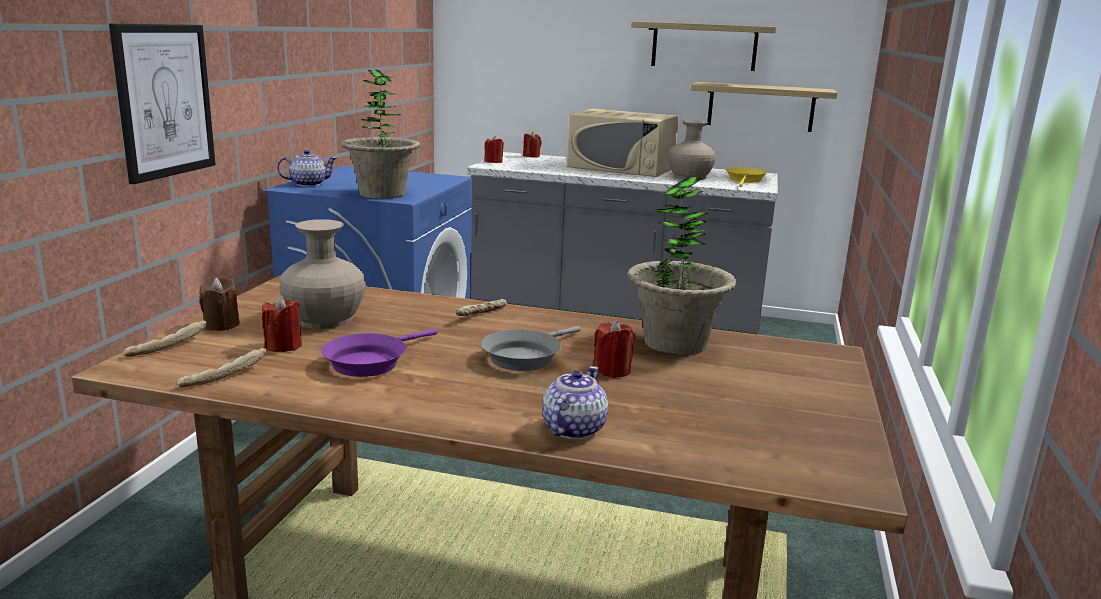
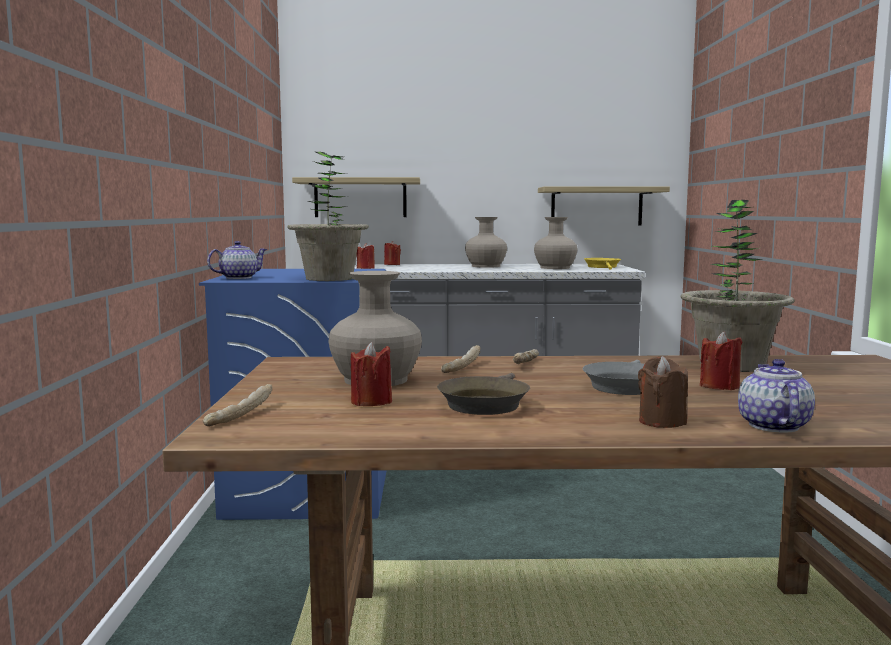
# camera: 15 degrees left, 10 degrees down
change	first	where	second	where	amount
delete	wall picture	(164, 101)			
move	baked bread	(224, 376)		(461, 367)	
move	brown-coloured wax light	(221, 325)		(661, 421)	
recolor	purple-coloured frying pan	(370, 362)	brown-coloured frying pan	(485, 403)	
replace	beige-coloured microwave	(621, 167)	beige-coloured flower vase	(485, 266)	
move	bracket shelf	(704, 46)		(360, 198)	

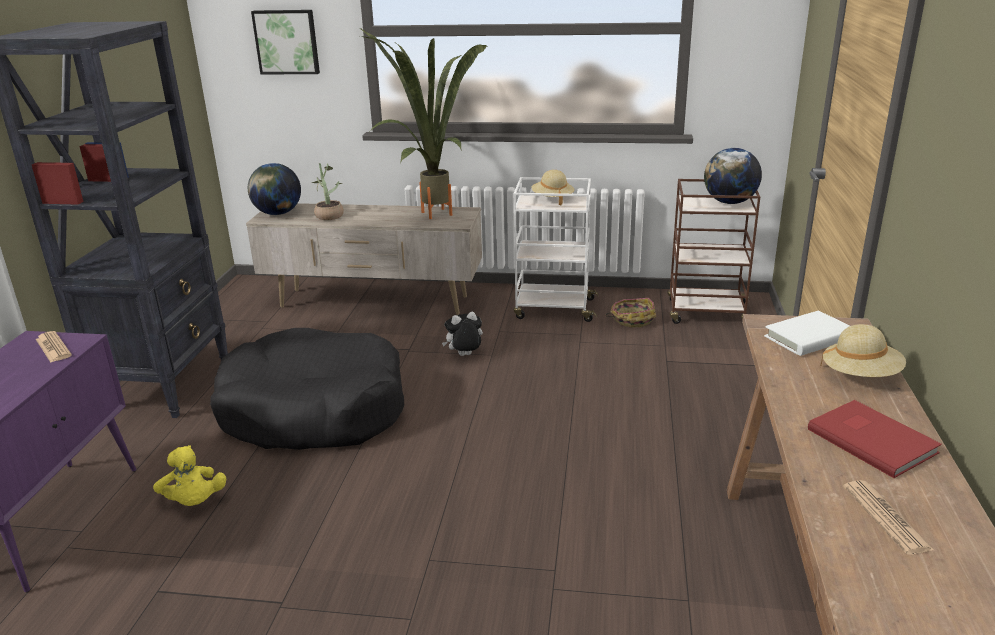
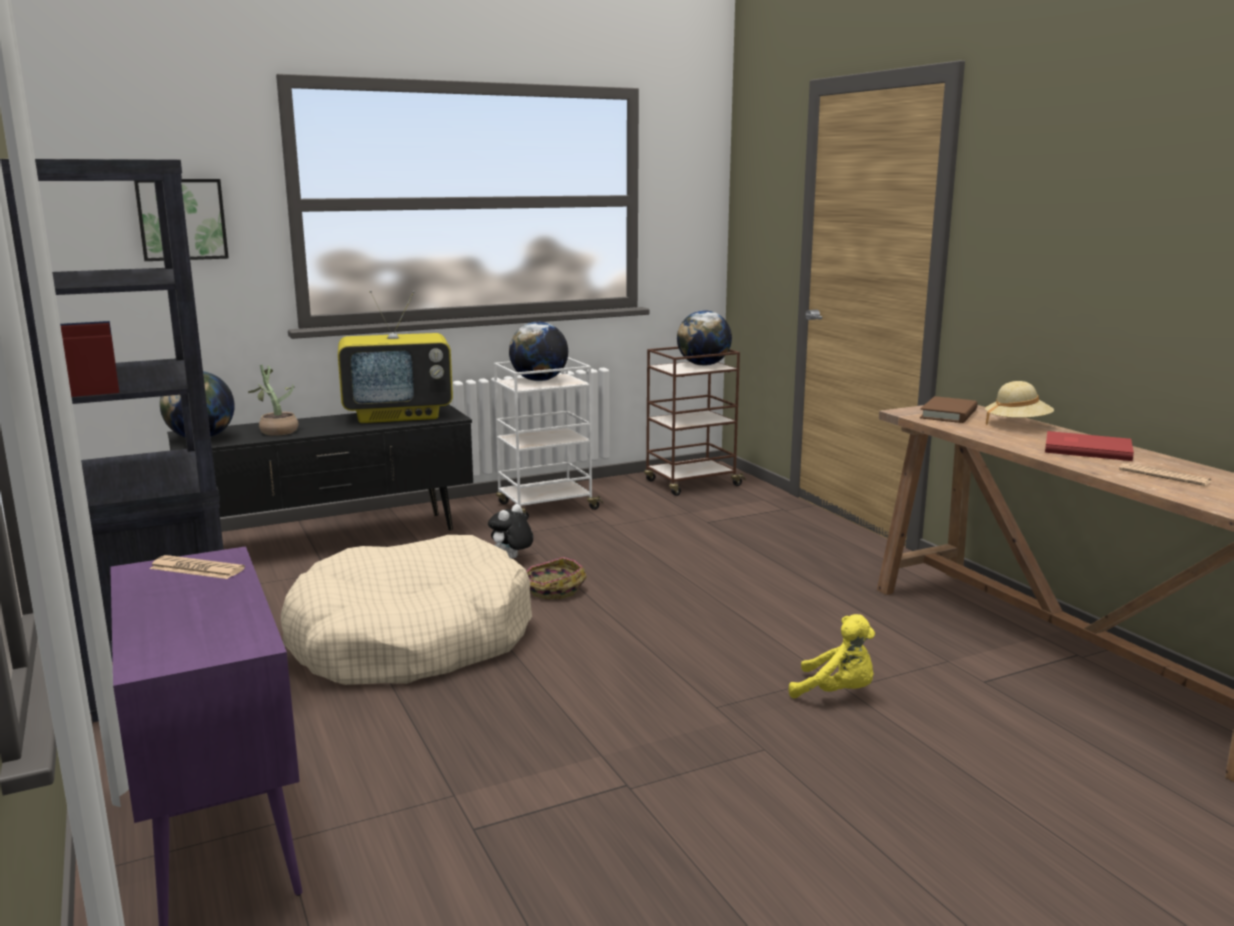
# camera: 35 degrees left, 10 degrees down
change	first	where	second	where	amount
move	yellowish plush toy	(194, 502)		(837, 693)	
recolor	blackish pet bed	(313, 410)	beige-coloured pet bed	(410, 640)	
recolor	beige-coloured tv stand	(374, 302)	blackish tv stand	(332, 540)	
replace	potted plant	(426, 214)	TV set	(399, 415)	
replace	beige-coloured clothing hat	(552, 199)	globe	(539, 380)	
move	basket	(632, 319)		(552, 590)	
recolor	whitish volume	(809, 338)	brown-coloured volume	(948, 414)	

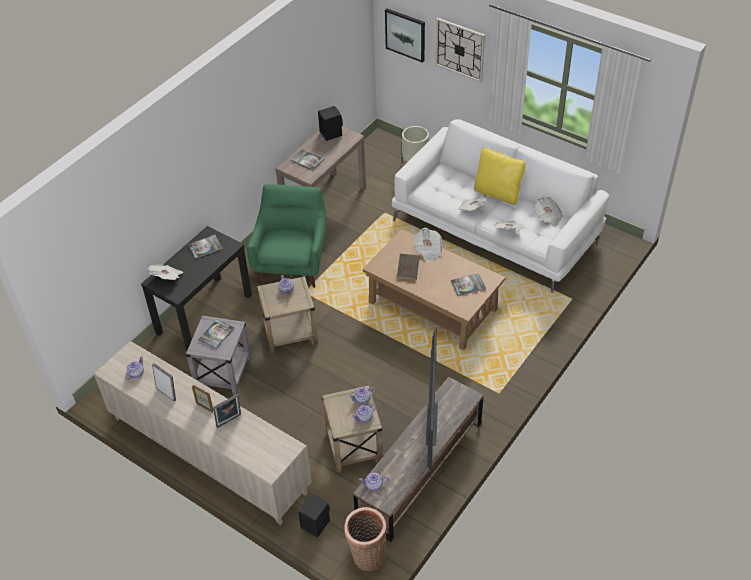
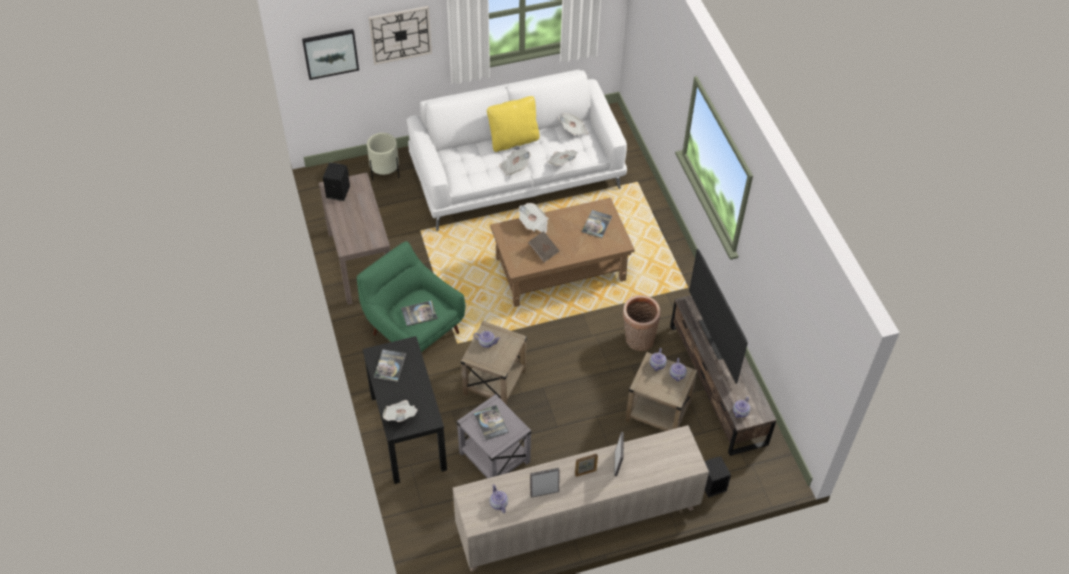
# camera: 55 degrees left, 5 degrees up
change	first	where	second	where	amount
move	volume	(307, 160)		(419, 313)	
move	basket	(367, 555)		(637, 340)	
rotate	TV set	(431, 424)		(712, 339)	150 degrees counterclockwise

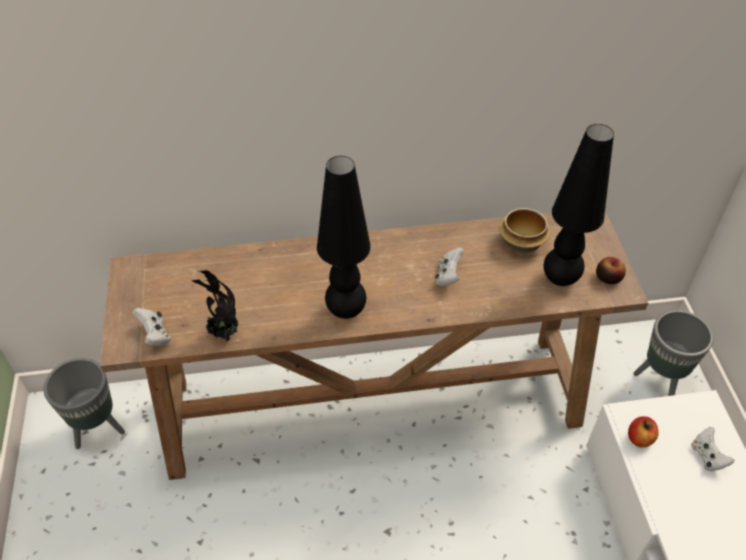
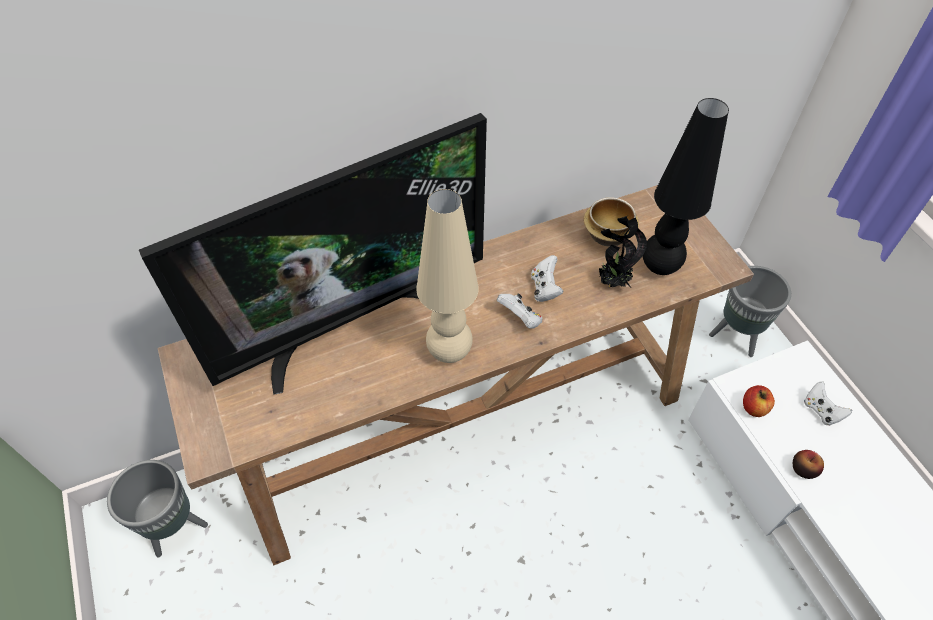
# camera: 15 degrees left, 5 degrees up
change	first	where	second	where	amount
move	whitish gamepad	(155, 335)		(520, 319)	
move	potted plant	(222, 333)		(612, 282)	
recolor	blackish lamp for a table	(346, 310)	beige-coloured lamp for a table	(449, 352)	
move	apple	(608, 277)		(803, 468)	
insert			TV set	(352, 323)	

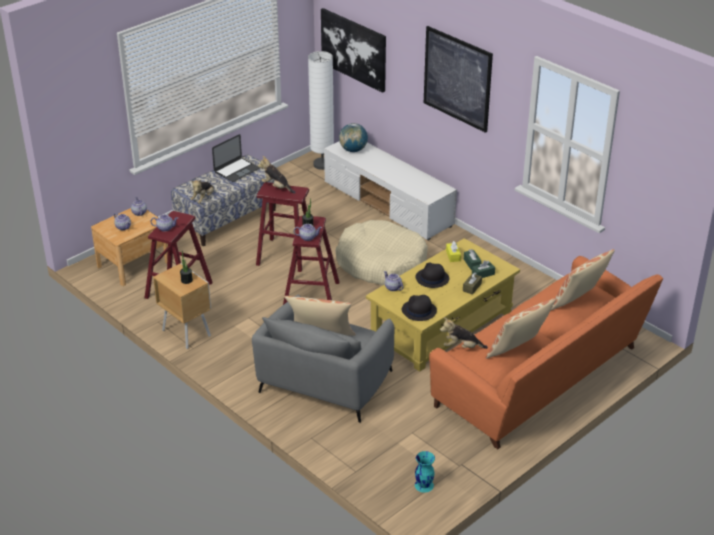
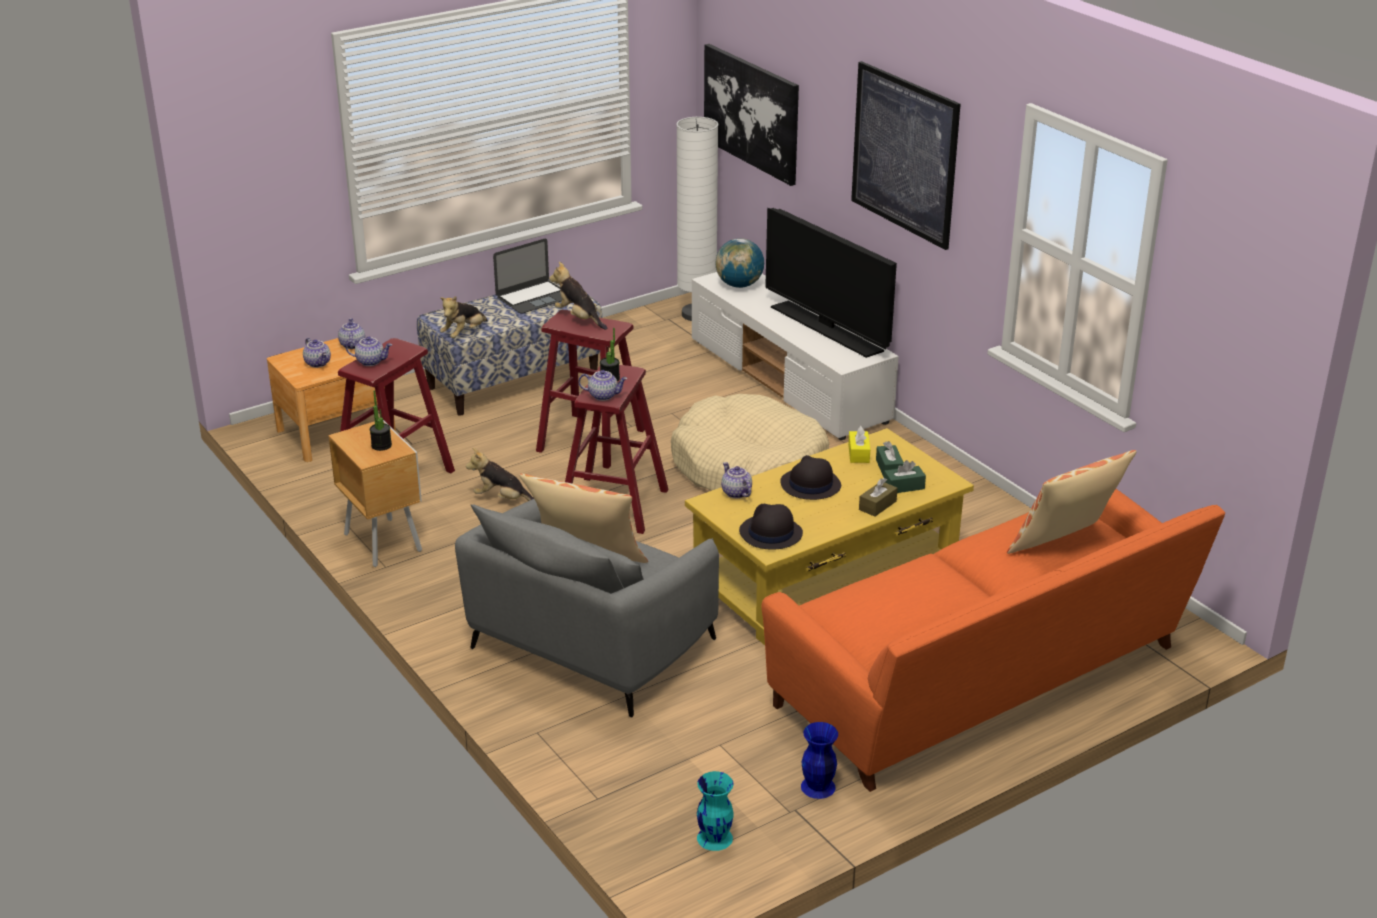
# camera: 10 degrees right, 5 degrees down
change	first	where	second	where	amount
move	plush toy	(461, 347)		(502, 499)	
delete	pillow	(518, 351)			
insert			TV set	(827, 329)	
insert			blue-coloured flower vase	(817, 787)	

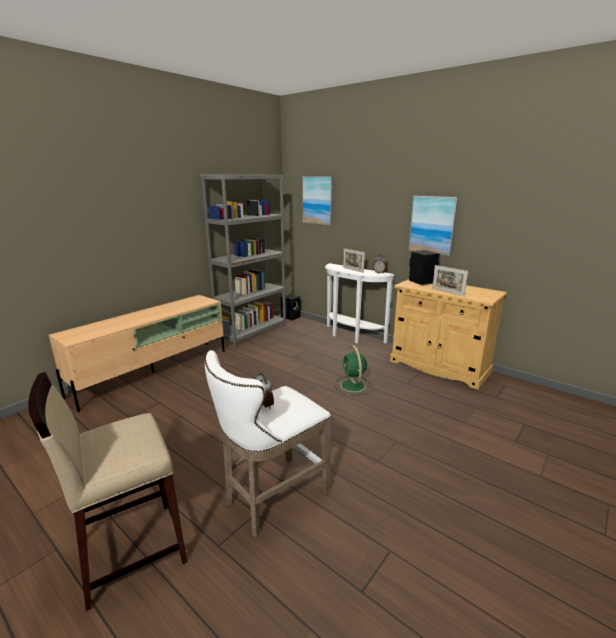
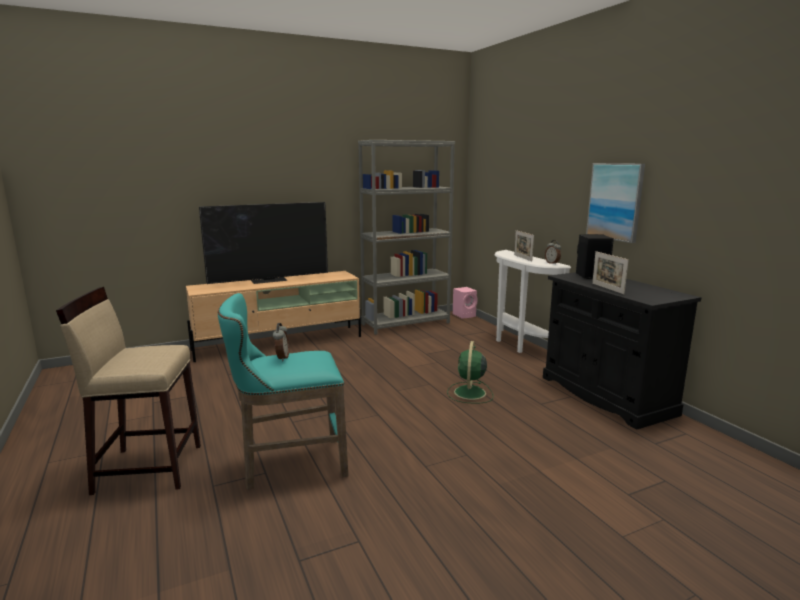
# camera: 25 degrees right, 5 degrees down
change	first	where	second	where	amount
recolor	whitish sitting stool	(271, 498)	turquoise-coloured sitting stool	(288, 466)	
recolor	blackish speaker	(291, 317)	pinkish speaker	(465, 315)	
delete	wall picture	(318, 200)			
recolor	beige-coloured cabinet	(439, 367)	blackish cabinet	(606, 395)	
insert			TV set	(269, 280)	

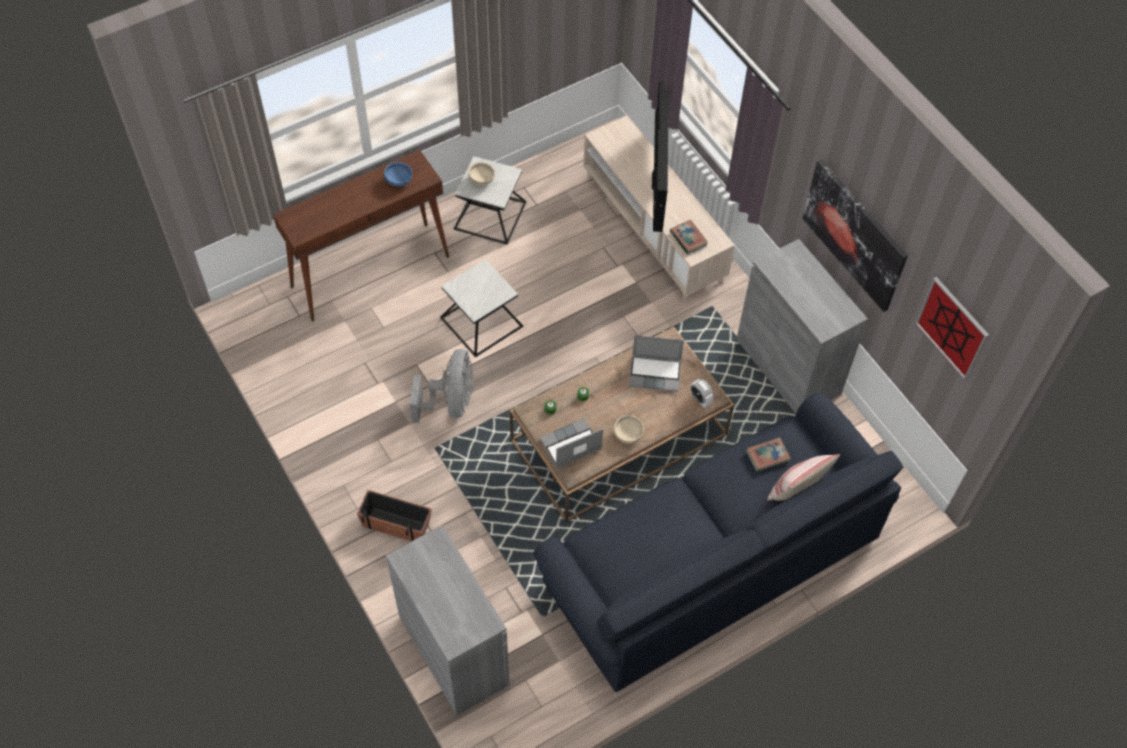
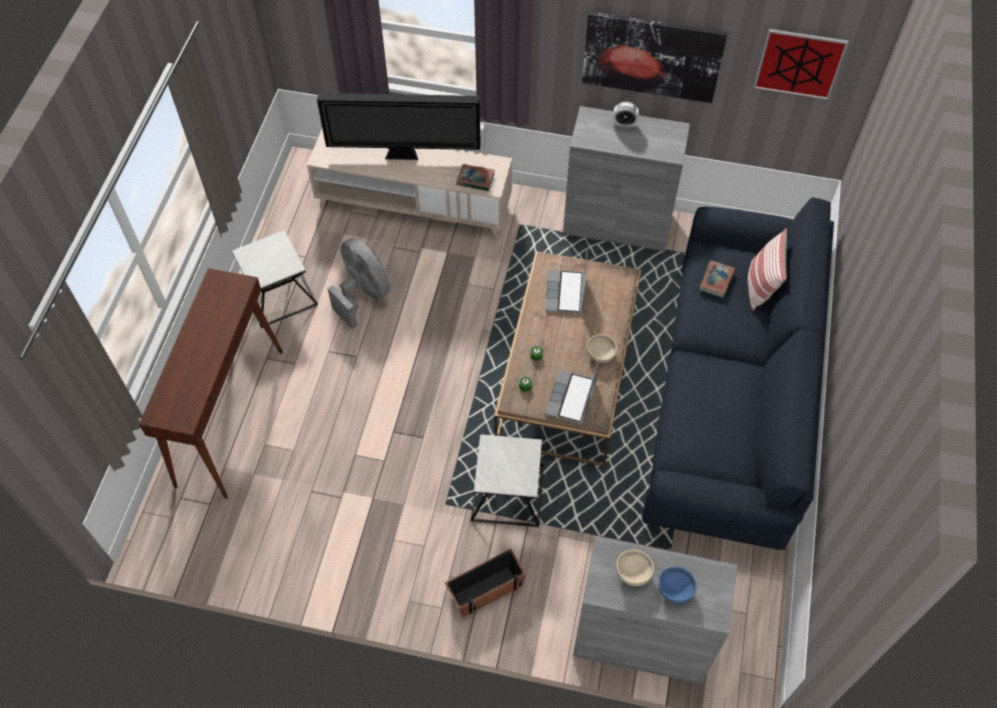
# camera: 45 degrees left, 0 degrees up
change	first	where	second	where	amount
move	blue-coloured serving bowl	(399, 180)		(675, 589)	
move	greyish fan	(450, 402)		(363, 294)	
move	end table	(481, 322)		(507, 492)	
move	beige-coloured serving bowl	(482, 179)		(633, 572)	
rotate	portable computer	(655, 373)		(566, 293)	135 degrees clockwise
rotate	TV set	(658, 181)		(404, 156)	135 degrees clockwise
move	bedside clock	(700, 399)		(624, 124)	

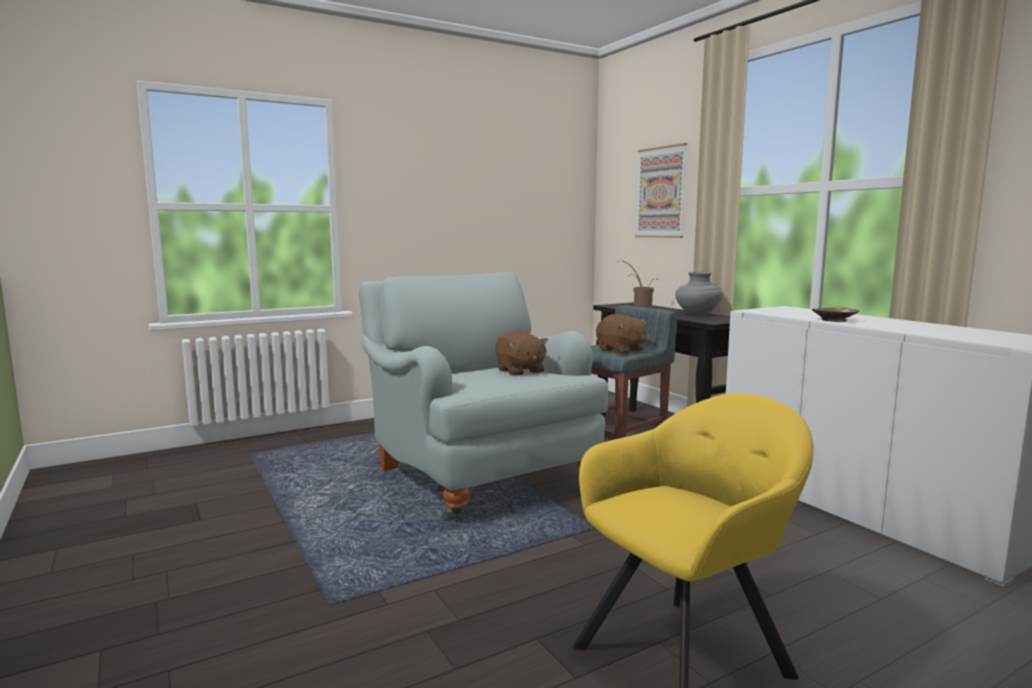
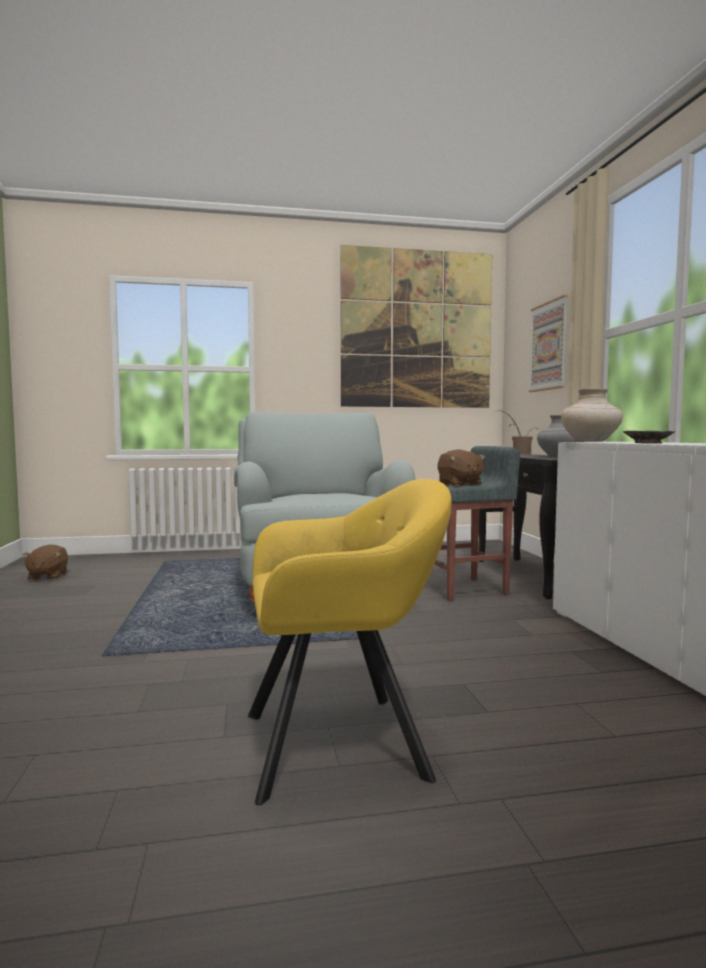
# camera: 20 degrees right, 5 degrees down
change	first	where	second	where	amount
move	brown-coloured plush toy	(520, 371)		(47, 576)	
insert			wall picture	(417, 329)	
insert			beige-coloured flower vase	(590, 441)	

